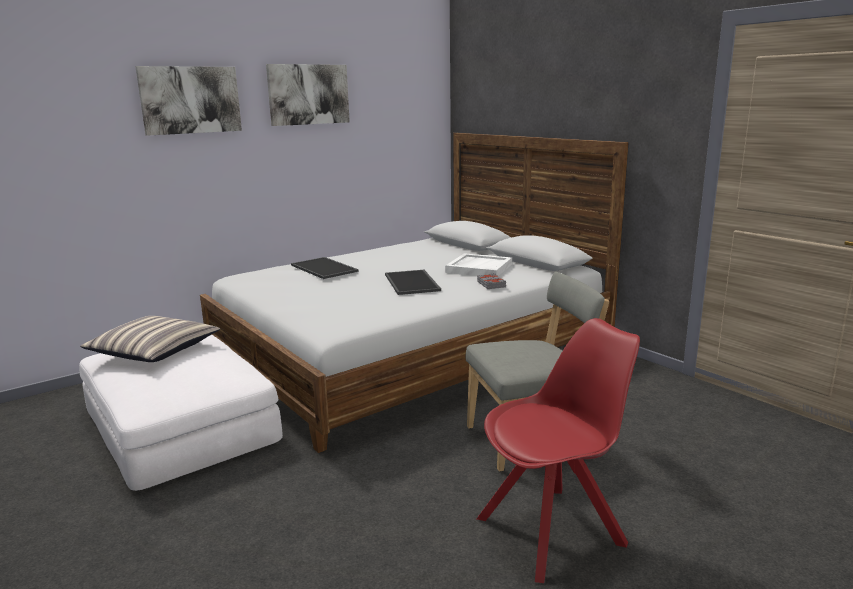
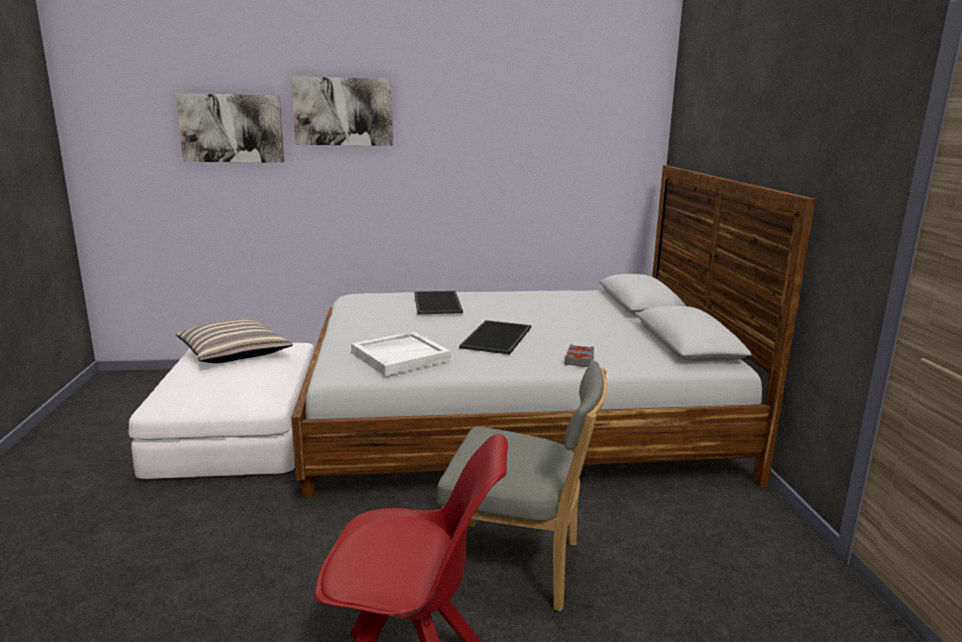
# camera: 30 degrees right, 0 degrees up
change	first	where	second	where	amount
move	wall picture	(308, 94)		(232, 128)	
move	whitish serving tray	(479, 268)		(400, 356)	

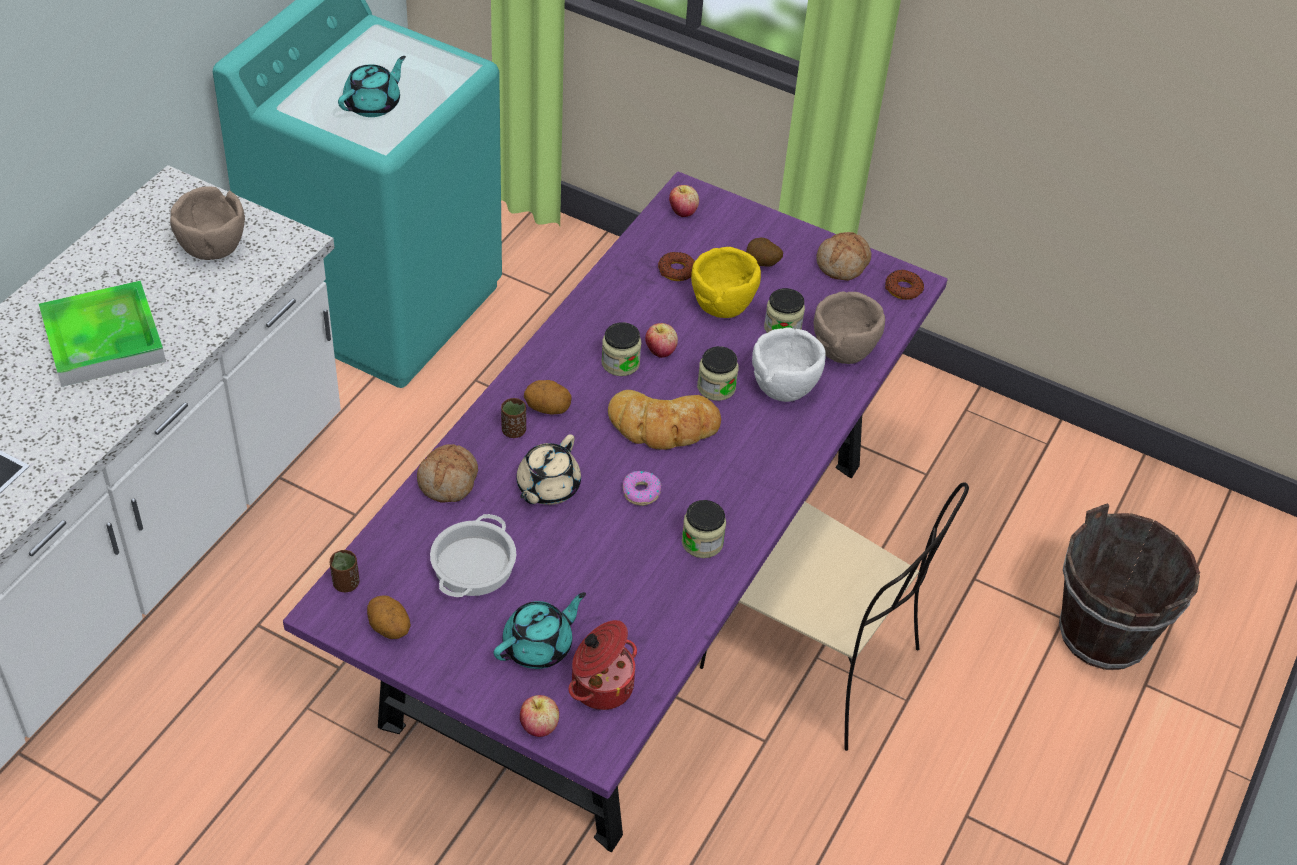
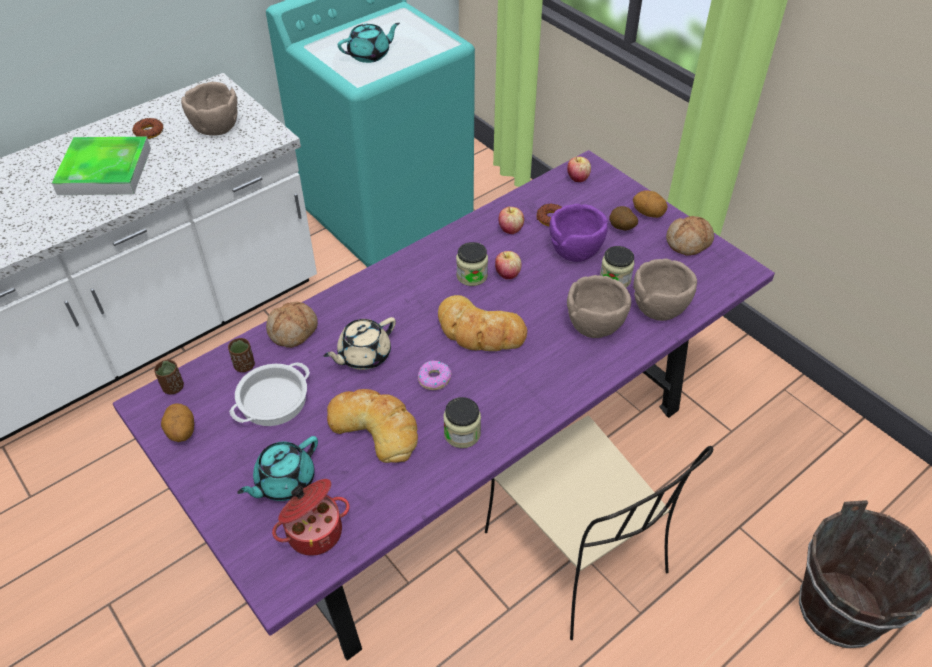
# camera: 25 degrees right, 0 degrees up
change	first	where	second	where	amount
rotate	turquoise-coloured tea pot	(539, 646)		(284, 481)	150 degrees clockwise
move	brown-coloured small cup	(513, 431)		(244, 365)	
move	apple	(539, 727)		(510, 229)	
move	potato	(547, 408)		(648, 213)	
recolor	yellowish serving bowl	(723, 303)	purple-coloured serving bowl	(576, 250)	
delete	storage jar	(716, 387)			
recolor	whitish serving bowl	(785, 385)	brown-coloured serving bowl	(595, 324)	
move	doughnut	(903, 289)		(148, 132)	
insert			baked bread	(376, 427)	

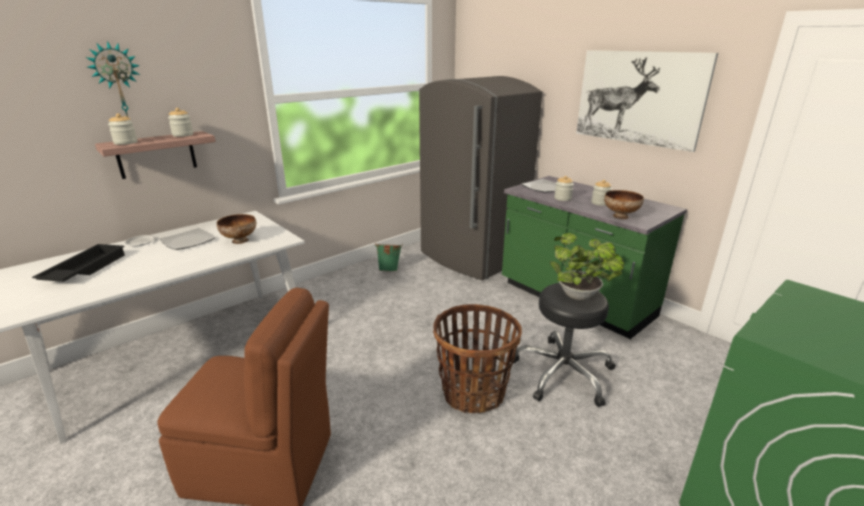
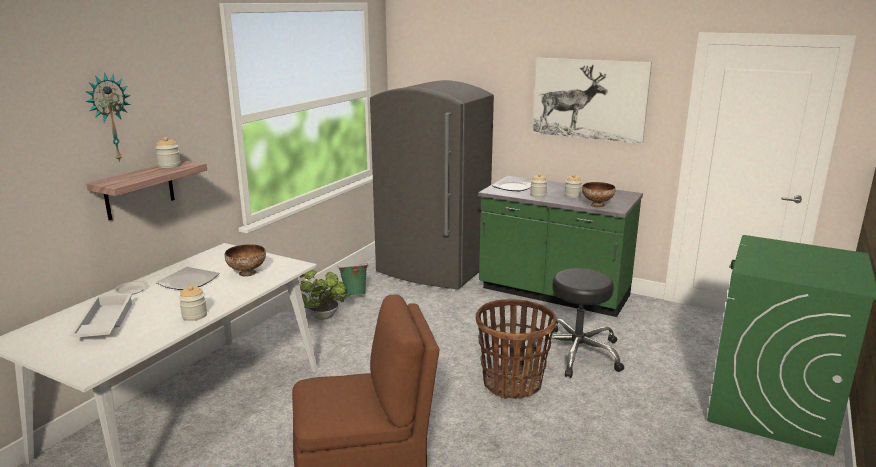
# camera: 20 degrees left, 5 degrees down
change	first	where	second	where	amount
recolor	blackish serving tray	(84, 269)	whitish serving tray	(104, 323)	
move	storage jar	(126, 143)		(194, 315)	
move	potted plant	(580, 296)		(325, 317)	

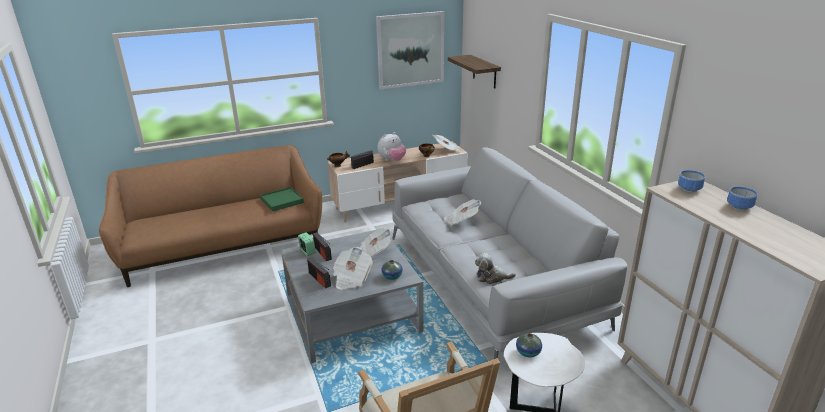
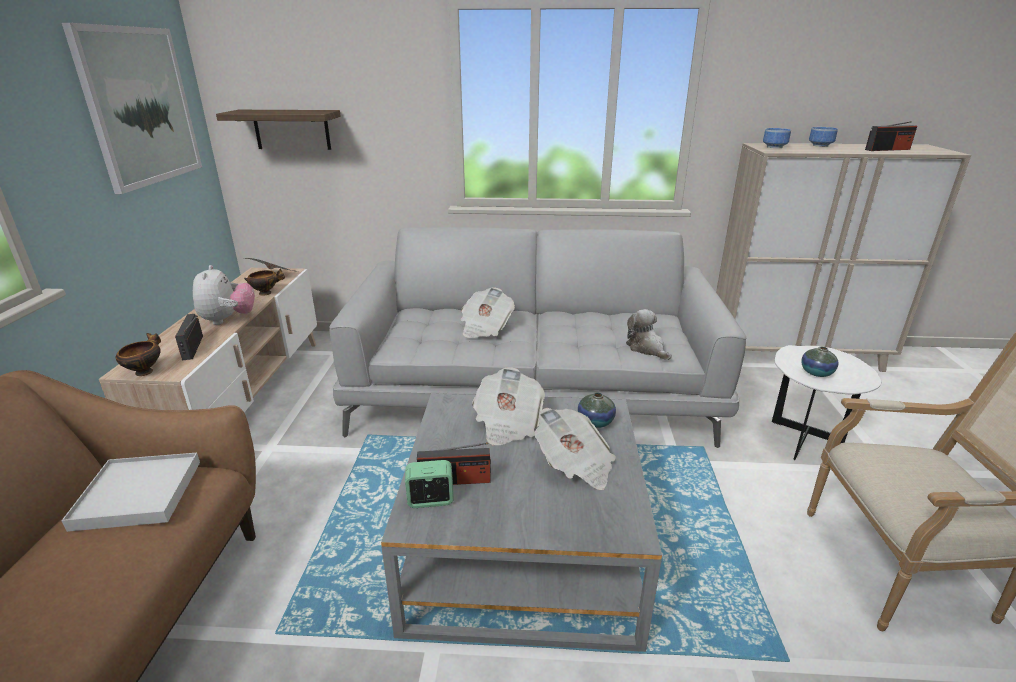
# camera: 65 degrees left, 0 degrees up
change	first	where	second	where	amount
recolor	greenish serving tray	(282, 201)	whitish serving tray	(138, 494)	
move	radio	(319, 279)		(887, 149)	
rotate	plush toy	(492, 277)		(647, 348)	120 degrees clockwise

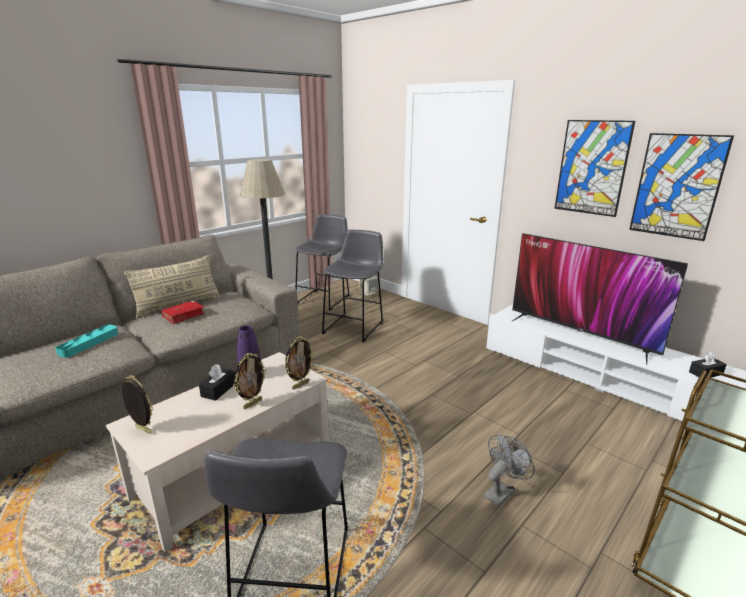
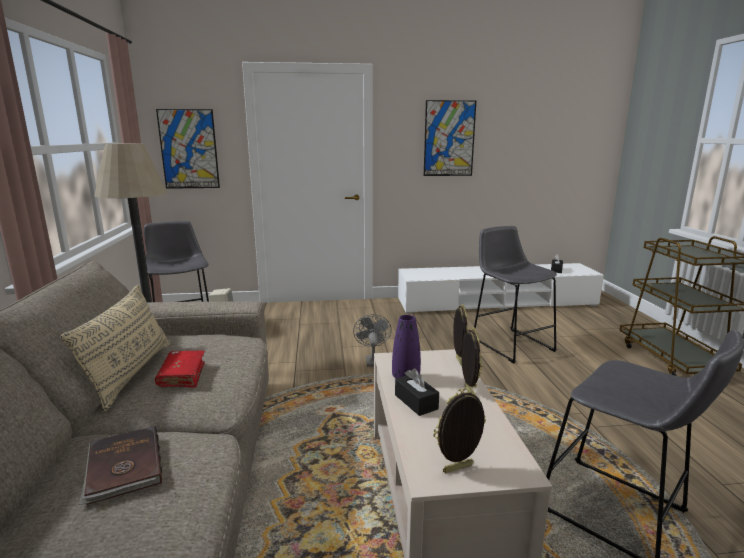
# camera: 50 degrees left, 5 degrees down
change	first	where	second	where	amount
replace	turquoise-coloured serving tray	(89, 343)	brown-coloured volume	(123, 467)	
move	greyish sitting stool	(355, 326)		(510, 343)	
move	greyish fan	(501, 491)		(372, 360)	
delete	TV set	(580, 334)			
move	wall picture	(677, 186)		(189, 149)	

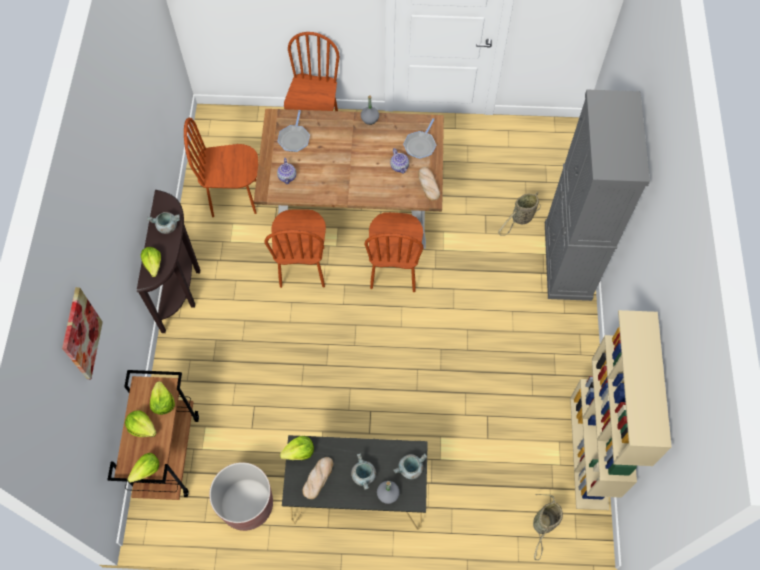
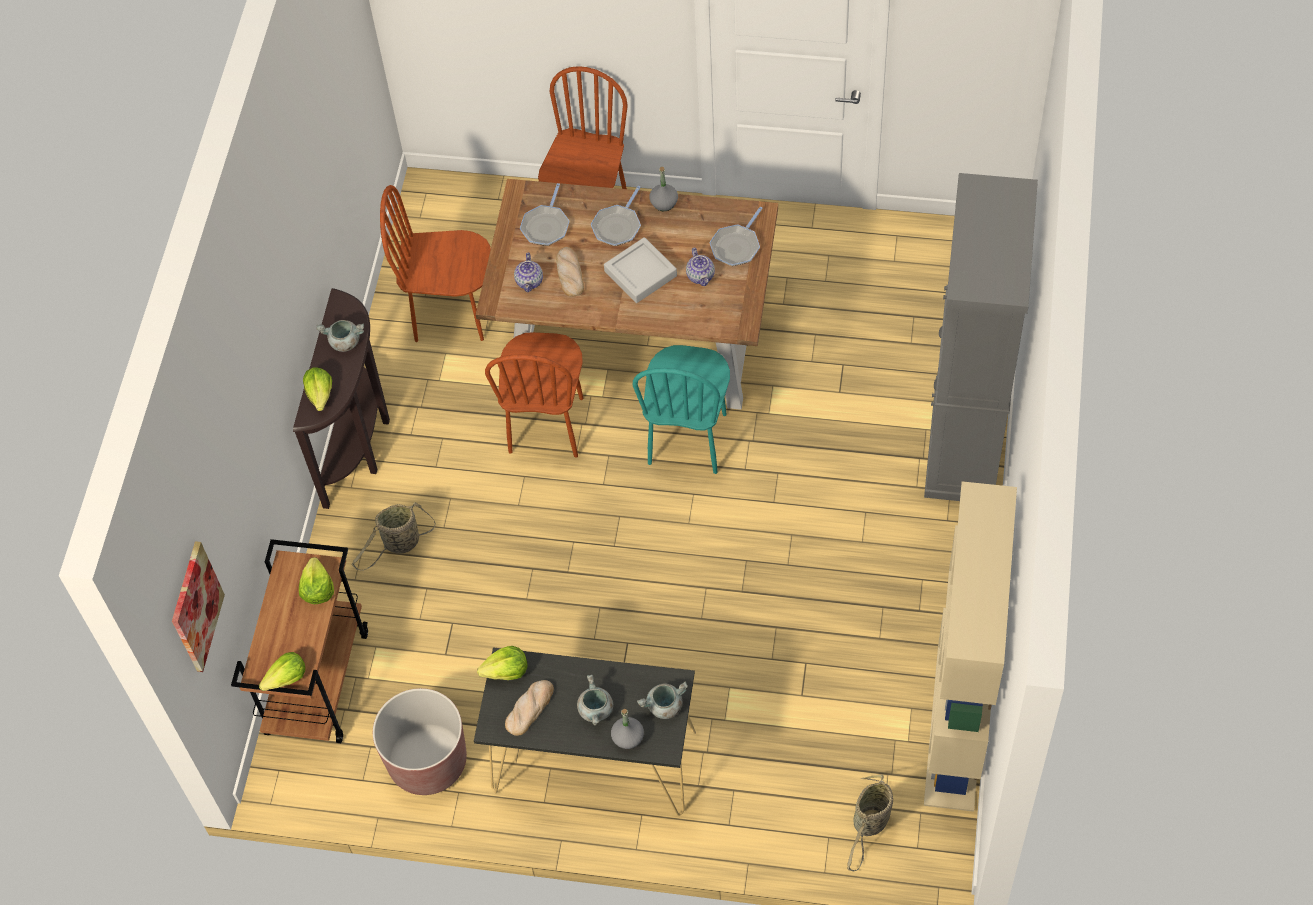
# camera: 10 degrees right, 5 degrees down
change	first	where	second	where	amount
move	wall picture	(81, 334)		(196, 607)	
delete	head of lettuce	(142, 427)			
recolor	brown-coloured chair	(394, 270)	turquoise-coloured chair	(688, 439)	
move	baked bread	(428, 184)		(569, 273)	
move	basket	(521, 219)		(399, 544)	
insert			frying pan	(617, 226)	
insert			greyish serving tray	(640, 273)	

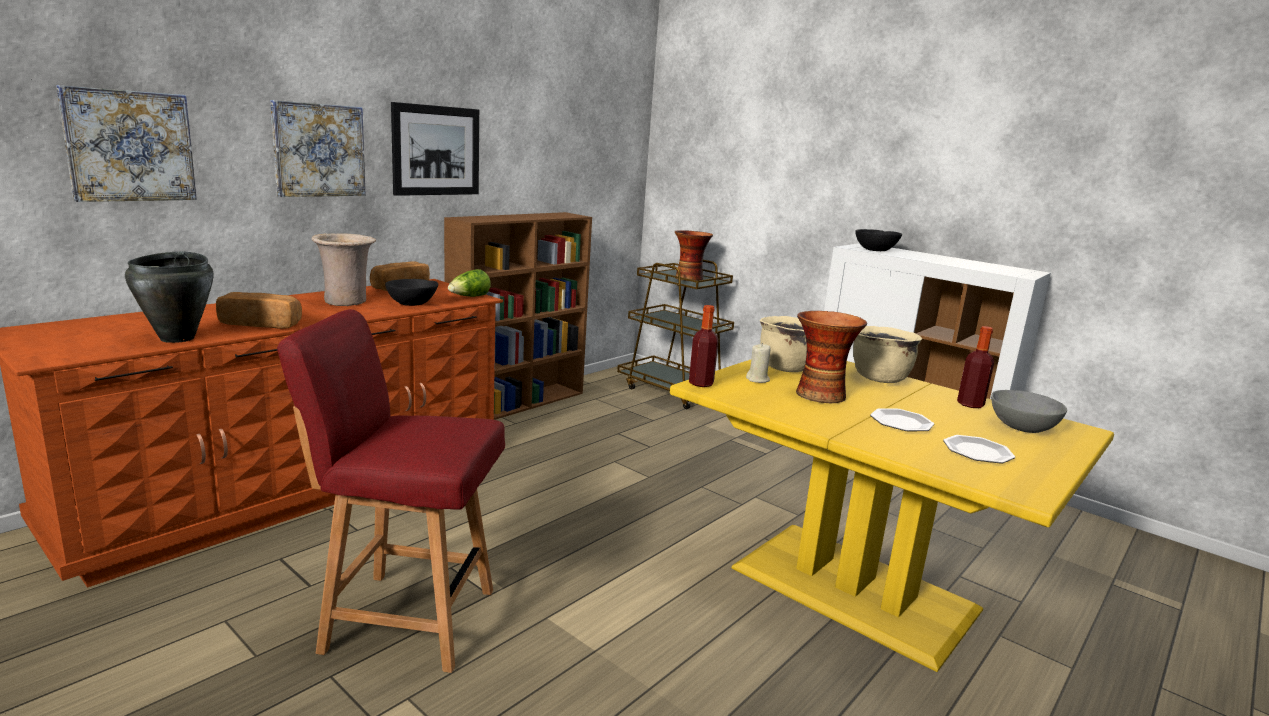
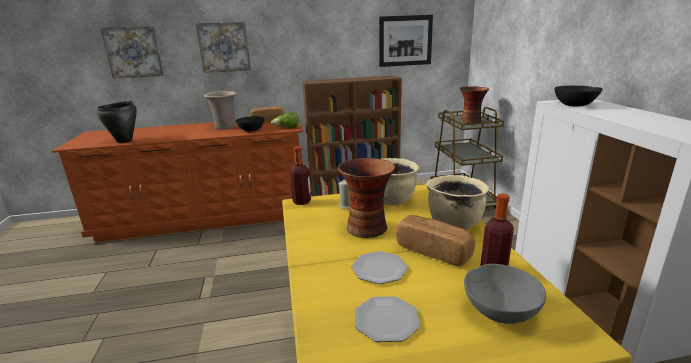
# camera: 40 degrees right, 5 degrees up
change	first	where	second	where	amount
move	baked bread	(261, 324)		(434, 251)	
delete	red chair	(406, 619)			
move	wall picture	(436, 150)		(405, 41)	

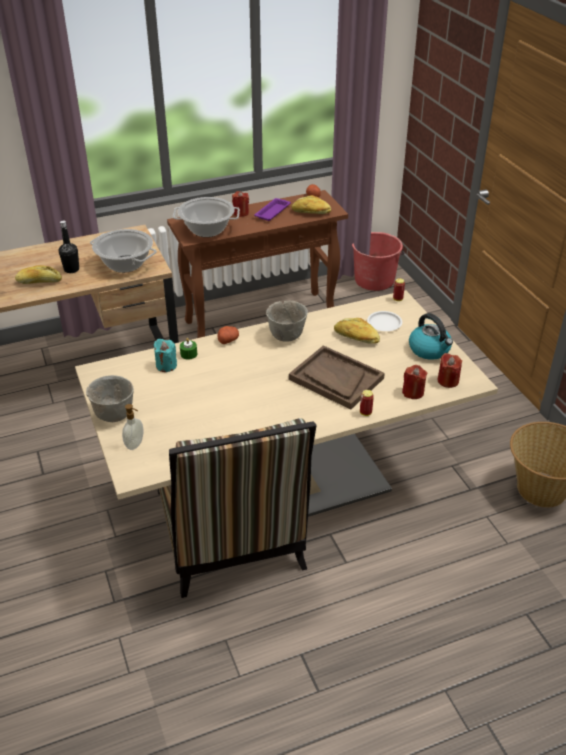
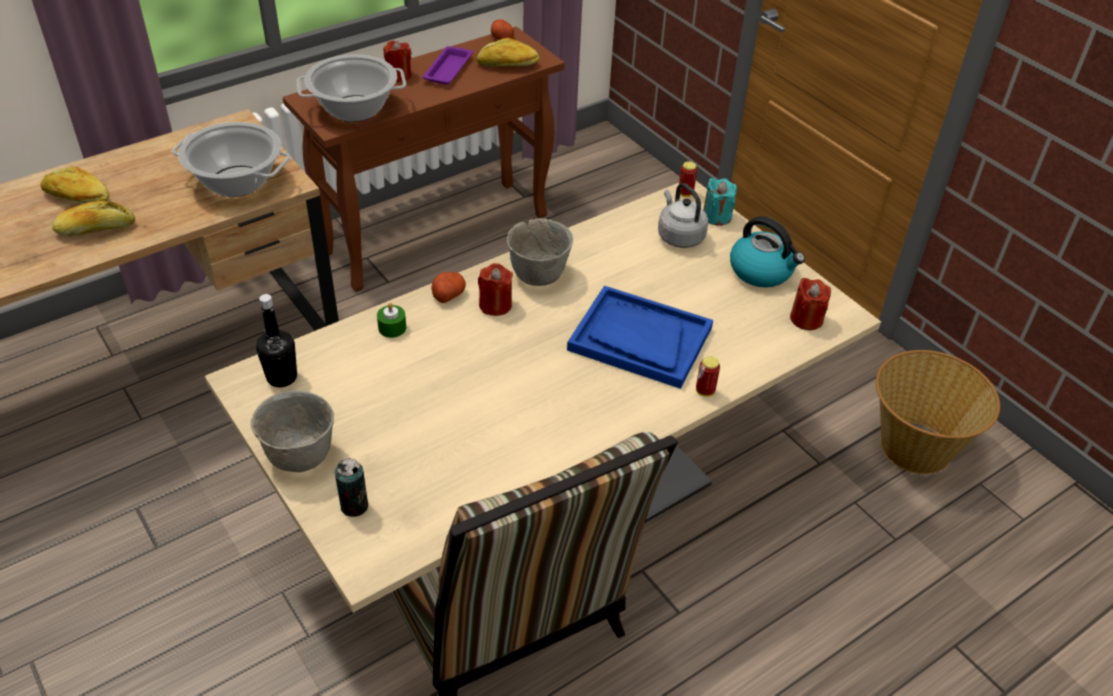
# camera: 15 degrees left, 5 degrees up
change	first	where	second	where	amount
move	blackish beverage bottle	(71, 269)		(282, 377)	
replace	soap bottle	(135, 444)	metal can	(354, 506)	
move	turquoise-coloured wax light	(166, 365)		(716, 216)	
recolor	brown-coloured serving tray	(336, 379)	blue-coloured serving tray	(639, 339)	
move	baked bread	(356, 338)		(77, 197)	
delete	red bucket	(374, 280)			
replace	whitish flat dish	(384, 323)	greyish tea kettle	(679, 236)	
move	red wax light	(413, 392)		(495, 305)	

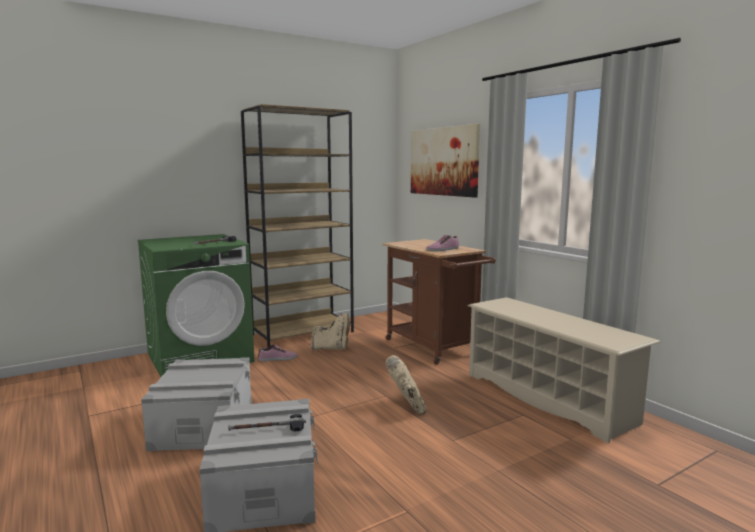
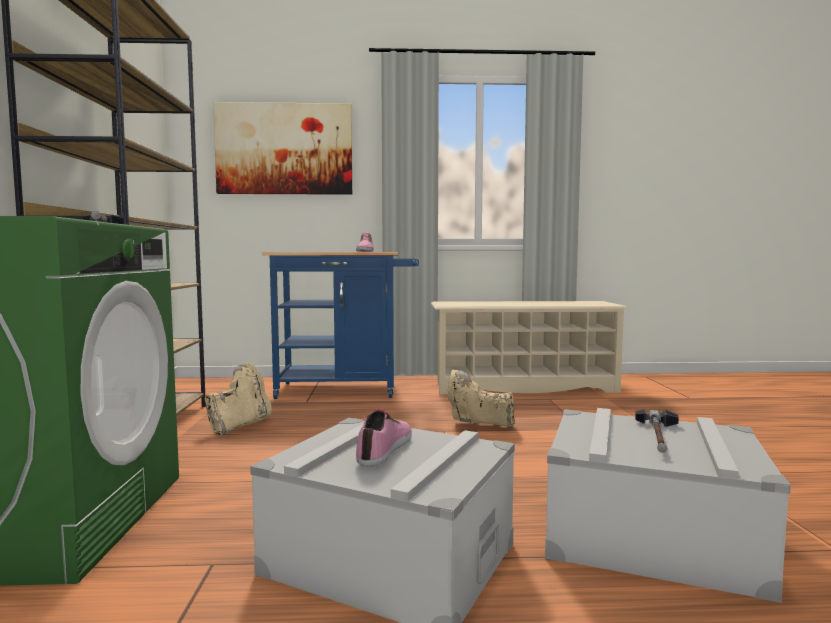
# camera: 60 degrees left, 5 degrees down
change	first	where	second	where	amount
move	shoe	(278, 359)		(385, 449)	
recolor	brown-coloured wheeled cart	(434, 348)	blue-coloured wheeled cart	(345, 389)	

